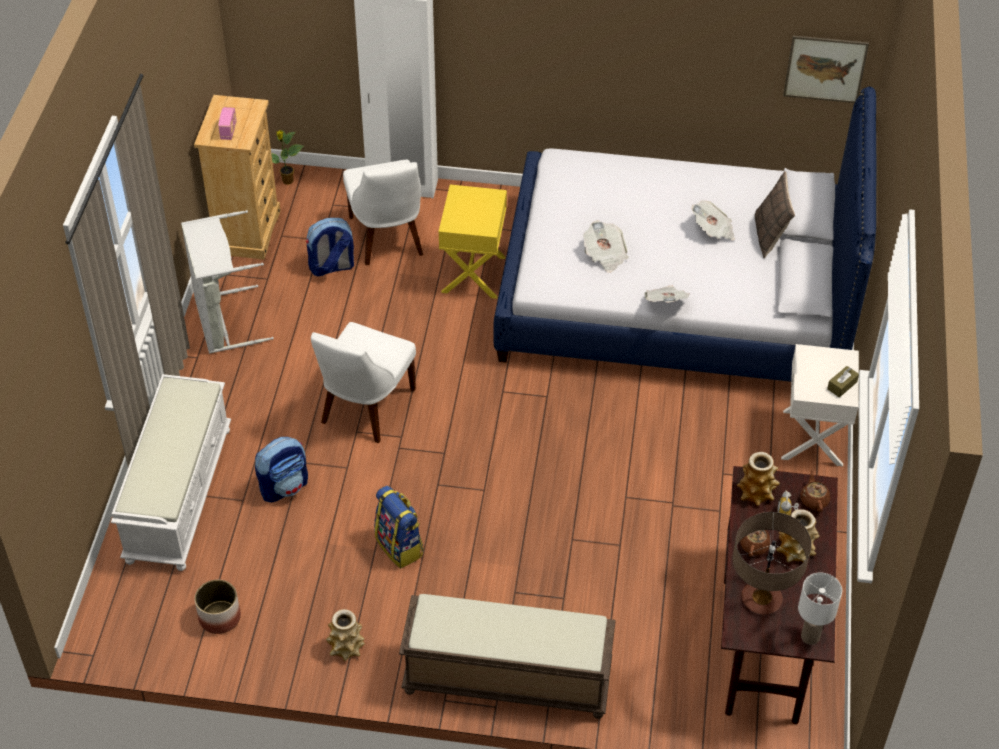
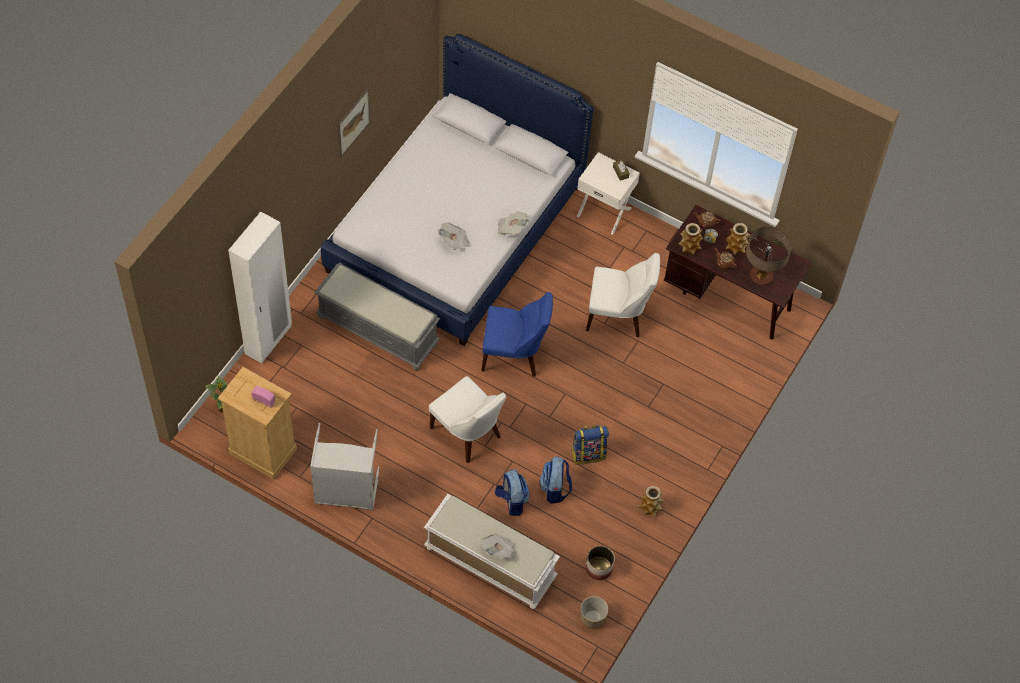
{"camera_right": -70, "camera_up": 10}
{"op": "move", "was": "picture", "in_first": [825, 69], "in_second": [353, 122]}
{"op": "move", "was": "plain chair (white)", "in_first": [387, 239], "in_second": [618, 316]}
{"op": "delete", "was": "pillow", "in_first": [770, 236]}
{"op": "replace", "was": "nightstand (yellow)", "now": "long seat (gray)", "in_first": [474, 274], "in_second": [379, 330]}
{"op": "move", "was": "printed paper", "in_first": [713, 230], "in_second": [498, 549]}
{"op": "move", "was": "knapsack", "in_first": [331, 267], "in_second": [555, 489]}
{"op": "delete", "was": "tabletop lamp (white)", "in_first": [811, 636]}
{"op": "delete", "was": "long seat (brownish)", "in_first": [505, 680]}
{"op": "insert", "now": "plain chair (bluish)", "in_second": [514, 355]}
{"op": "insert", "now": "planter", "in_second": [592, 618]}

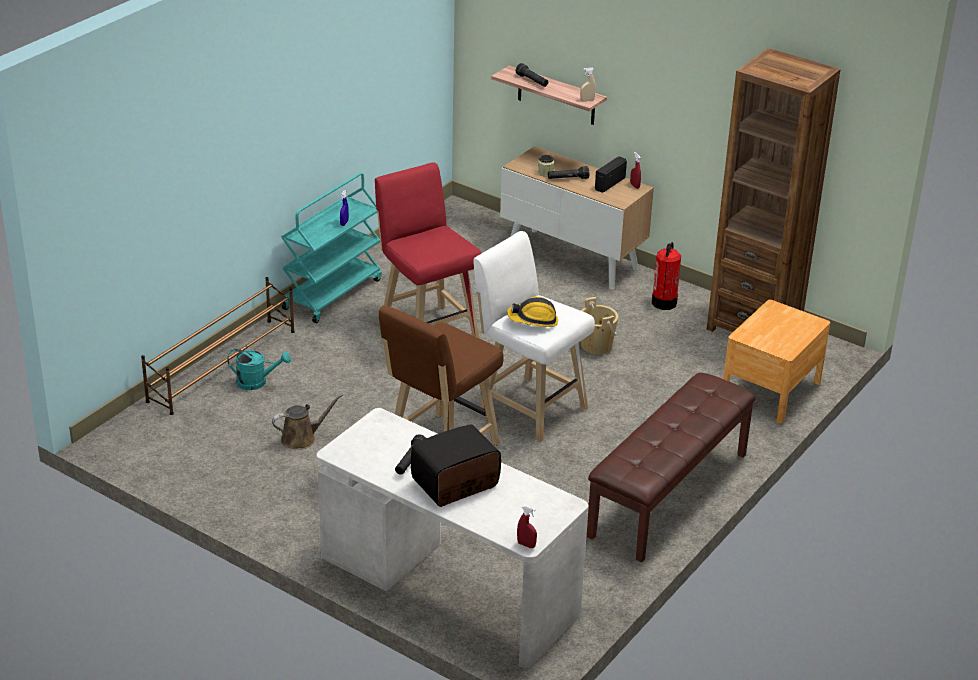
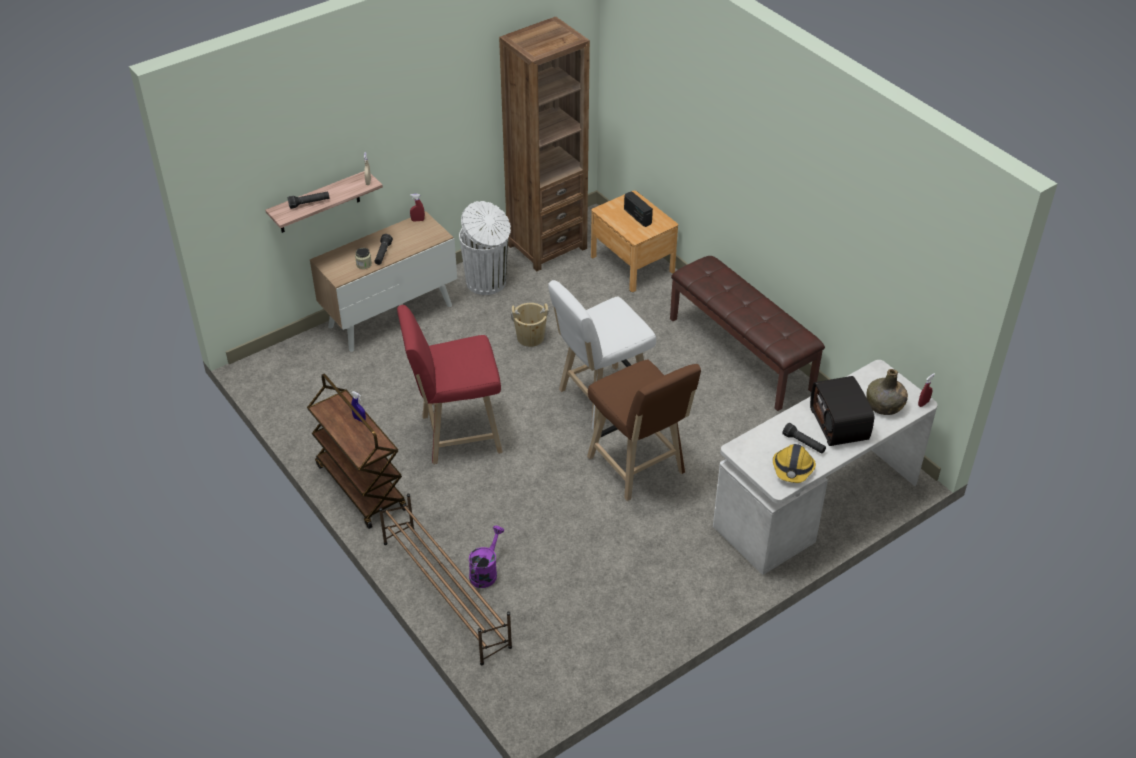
{"camera_right": -70, "camera_up": 10}
{"op": "move", "was": "radio receiver", "in_first": [609, 183], "in_second": [637, 217]}
{"op": "recolor", "was": "cart (blue-green)", "now": "cart (brownish)", "in_first": [332, 293], "in_second": [360, 486]}
{"op": "replace", "was": "fire-fighting cylinder", "now": "waste bin (white)", "in_first": [664, 303], "in_second": [487, 282]}
{"op": "move", "was": "hard hat", "in_first": [533, 320], "in_second": [793, 469]}
{"op": "recolor", "was": "sprinkling can (blue-green)", "now": "sprinkling can (purple-coloured)", "in_first": [257, 382], "in_second": [485, 572]}
{"op": "delete", "was": "sprinkling can (brownish)", "in_first": [301, 438]}
{"op": "insert", "now": "beverage bottle (green-coloured)", "in_second": [884, 405]}

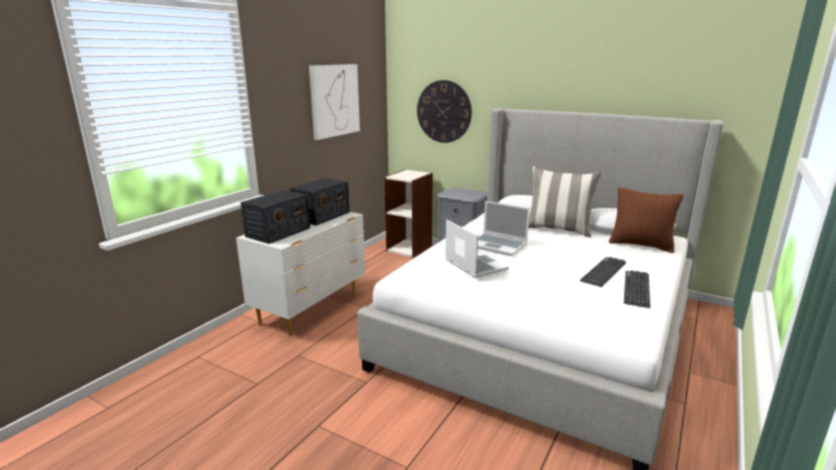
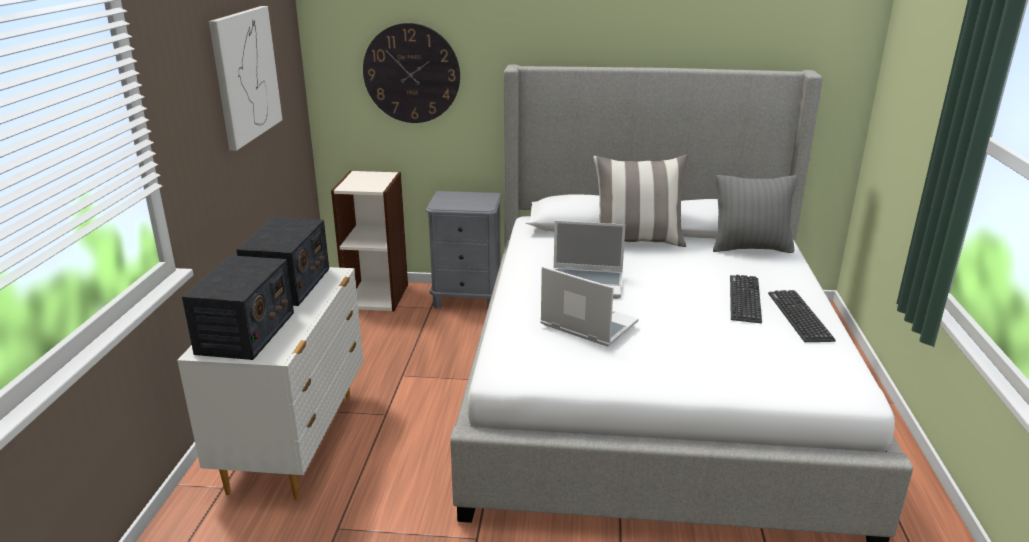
{"camera_right": -25, "camera_up": 5}
{"op": "recolor", "was": "pillow (brownish)", "now": "pillow (gray)", "in_first": [641, 245], "in_second": [750, 248]}

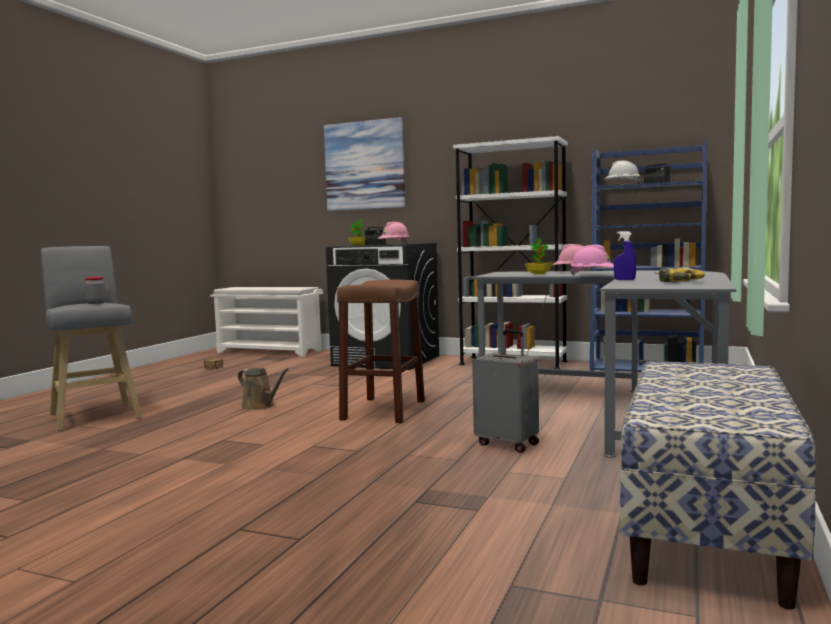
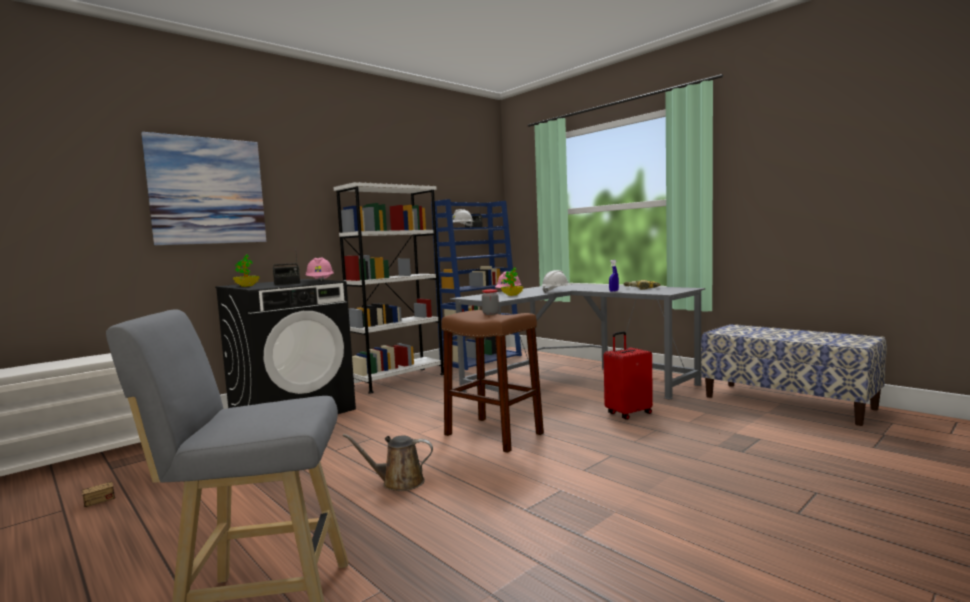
{"camera_right": -65, "camera_up": 0}
{"op": "recolor", "was": "hard hat (pink)", "now": "hard hat (white)", "in_first": [593, 275], "in_second": [556, 291]}
{"op": "move", "was": "storage jar", "in_first": [96, 303], "in_second": [490, 314]}
{"op": "recolor", "was": "piece of luggage (gray)", "now": "piece of luggage (red)", "in_first": [508, 444], "in_second": [628, 413]}
{"op": "rotate", "was": "sprinkling can (brownish)", "in_first": [260, 406], "in_second": [398, 482], "clockwise": -150}

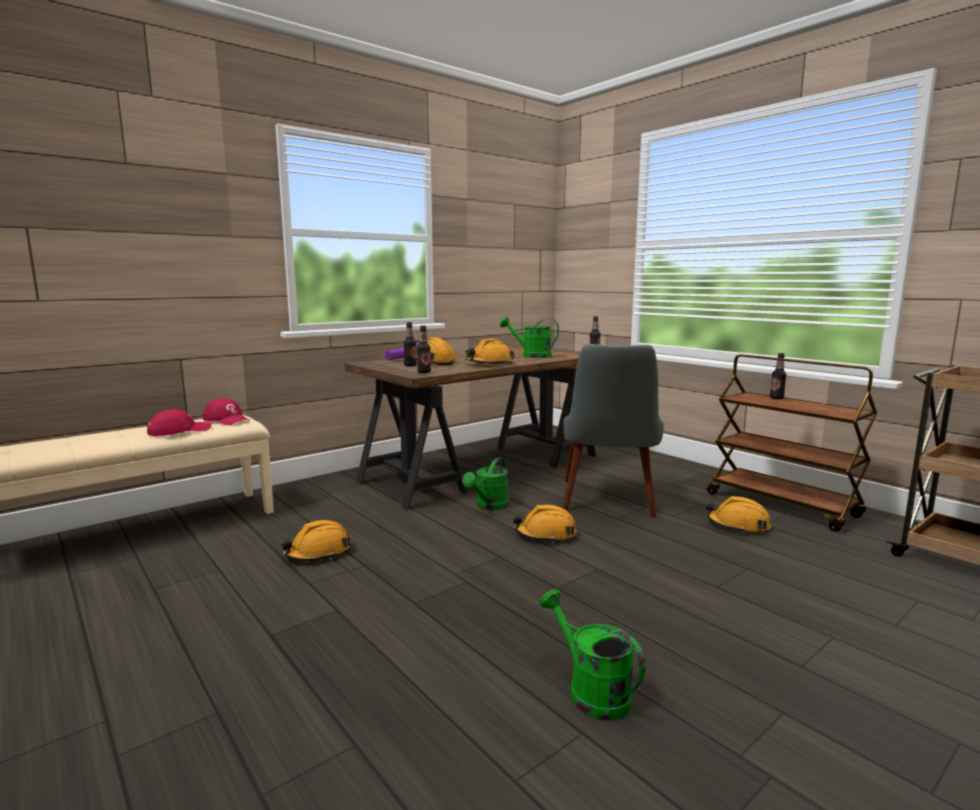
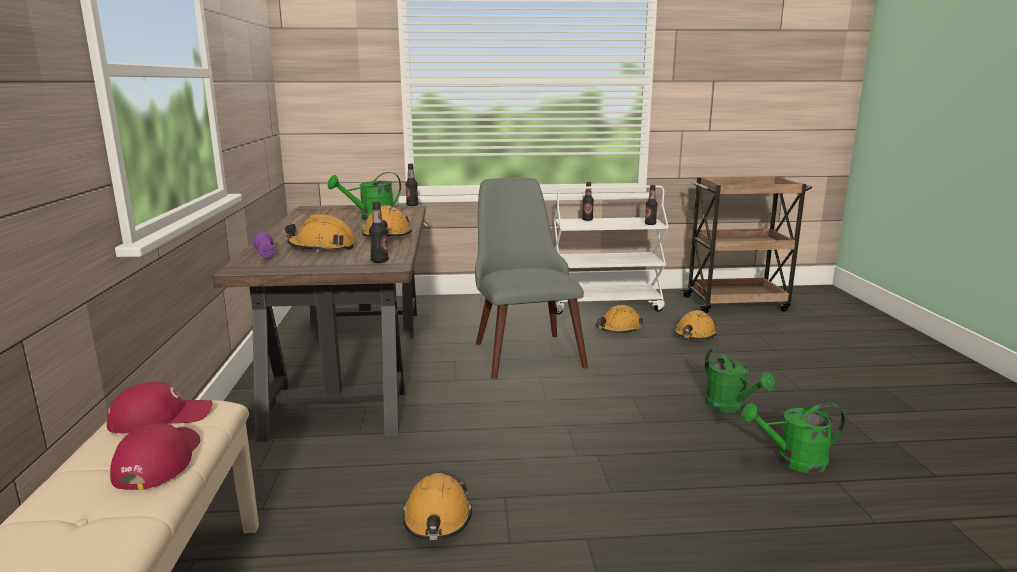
{"camera_right": -55, "camera_up": 5}
{"op": "move", "was": "beverage bottle", "in_first": [410, 365], "in_second": [650, 224]}
{"op": "rotate", "was": "plain chair (gray)", "in_first": [608, 503], "in_second": [523, 349], "clockwise": -150}
{"op": "recolor", "was": "cart (brownish)", "now": "cart (white)", "in_first": [783, 505], "in_second": [605, 305]}
{"op": "move", "was": "sprinkling can (green-coloured)", "in_first": [489, 506], "in_second": [731, 407]}
{"op": "move", "was": "hard hat (orange-coloured)", "in_first": [545, 534], "in_second": [694, 335]}

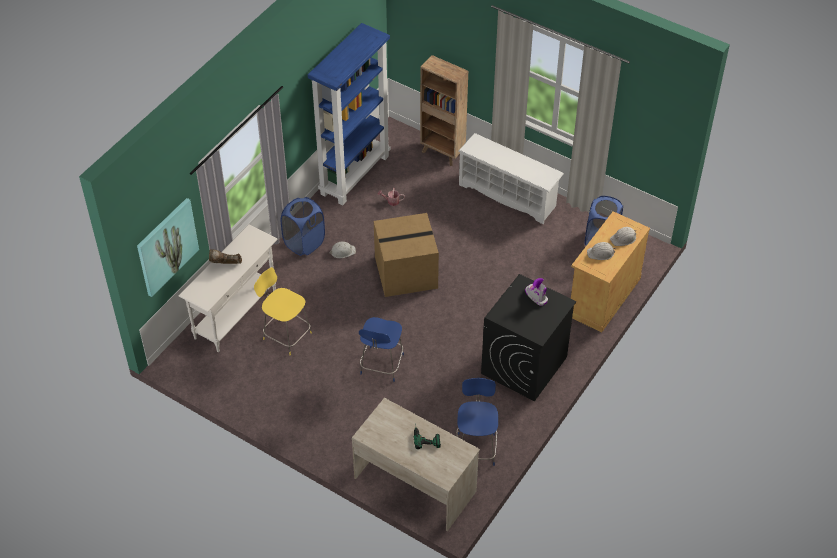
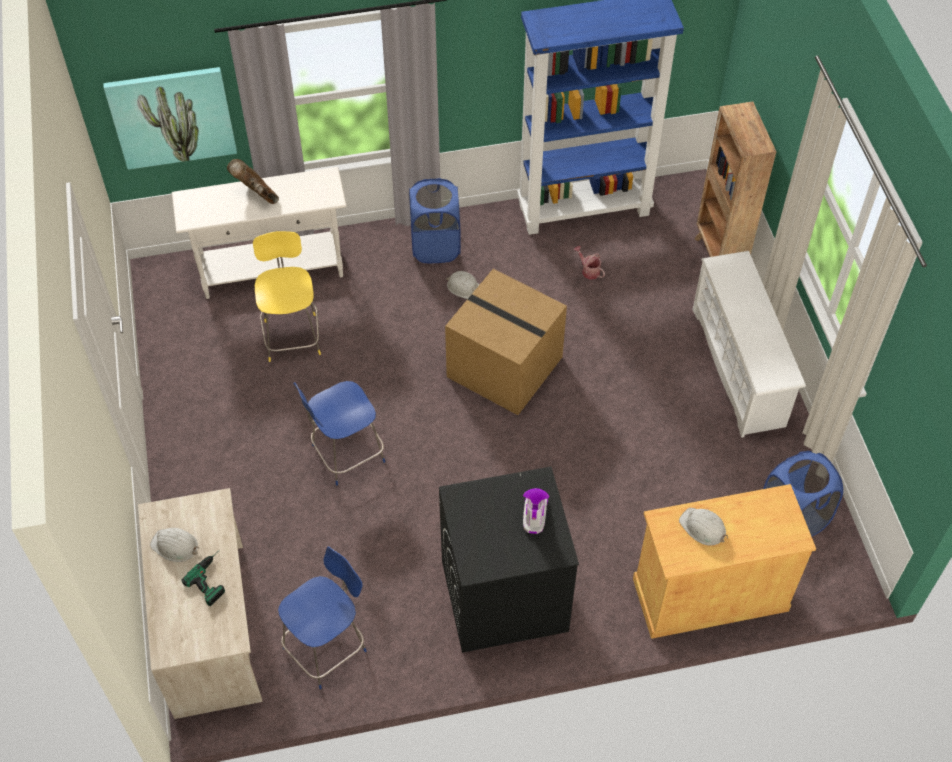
{"camera_right": 45, "camera_up": 5}
{"op": "move", "was": "hard hat (white)", "in_first": [623, 238], "in_second": [175, 546]}

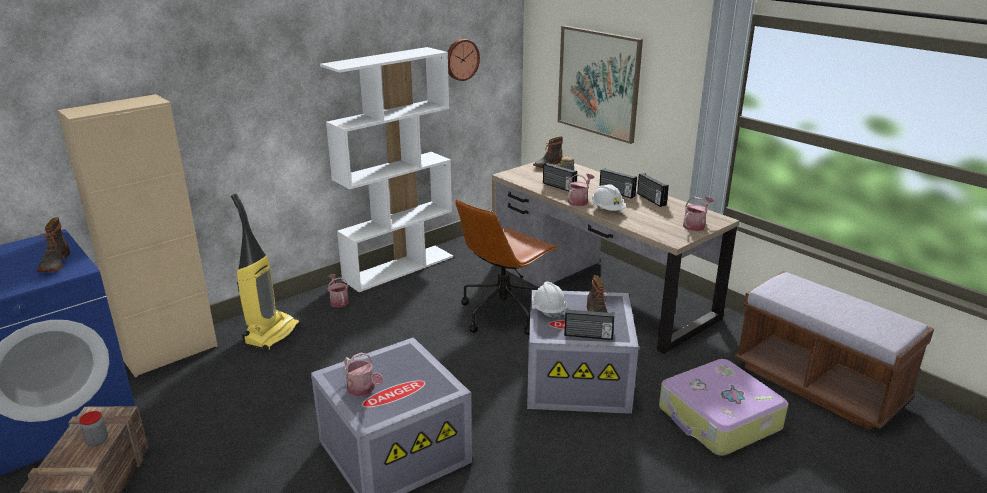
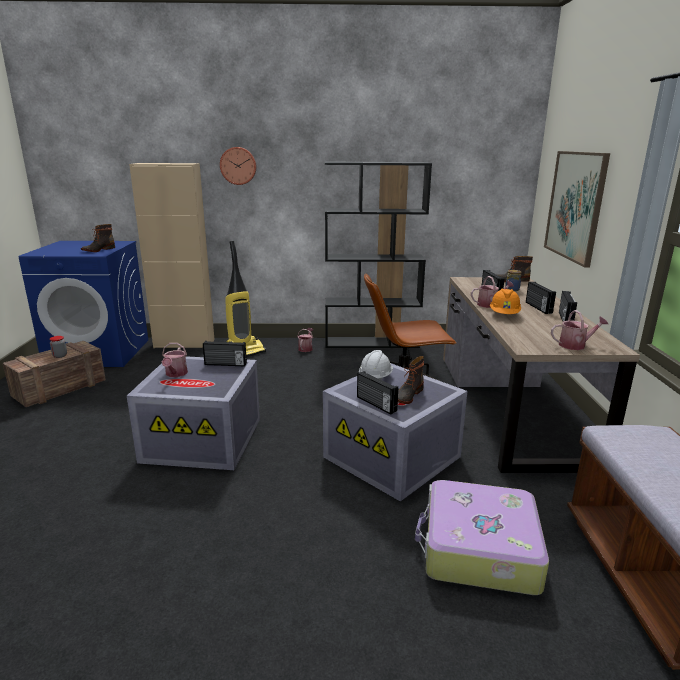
{"camera_right": 40, "camera_up": -5}
{"op": "move", "was": "wall clock", "in_first": [461, 59], "in_second": [238, 166]}
{"op": "recolor", "was": "shelving unit (white)", "now": "shelving unit (blackish)", "in_first": [399, 268], "in_second": [372, 343]}
{"op": "recolor", "was": "hard hat (white)", "now": "hard hat (orange-coloured)", "in_first": [607, 210], "in_second": [504, 315]}
{"op": "insert", "now": "radio receiver", "in_second": [225, 364]}

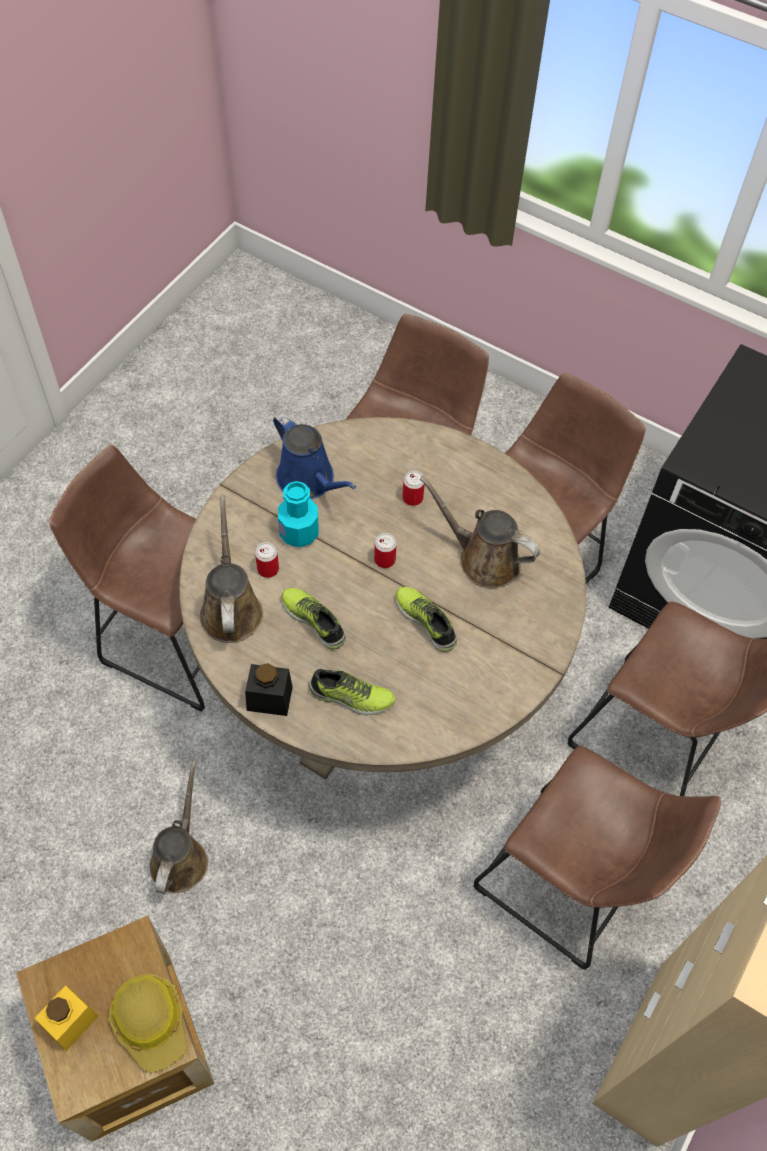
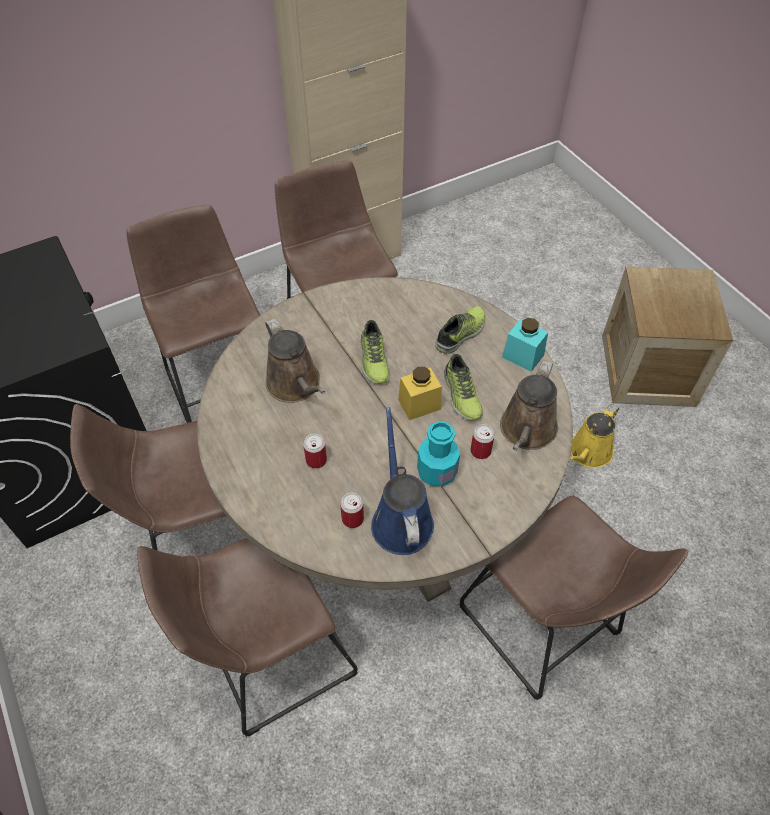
{"camera_right": -150, "camera_up": -5}
{"op": "move", "was": "sealed can", "in_first": [384, 559], "in_second": [352, 519]}
{"op": "recolor", "was": "storage jar (blackish)", "now": "storage jar (blue-green)", "in_first": [269, 698], "in_second": [523, 356]}
{"op": "rotate", "was": "item of footwear", "in_first": [351, 697], "in_second": [461, 334], "clockwise": 90}
{"op": "recolor", "was": "sprinkling can (brownish)", "now": "sprinkling can (yellow)", "in_first": [181, 857], "in_second": [588, 453]}
{"op": "delete", "was": "hard hat", "in_first": [151, 1021]}
{"op": "move", "was": "storage jar (yellow)", "in_first": [70, 1021], "in_second": [419, 404]}

